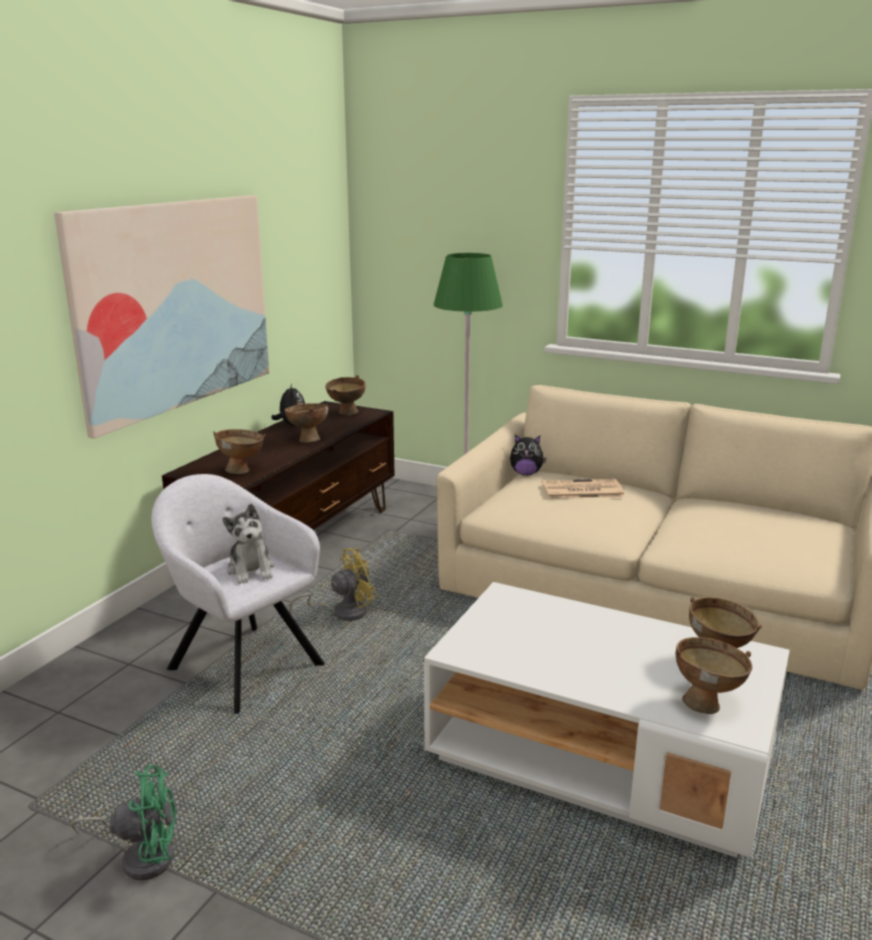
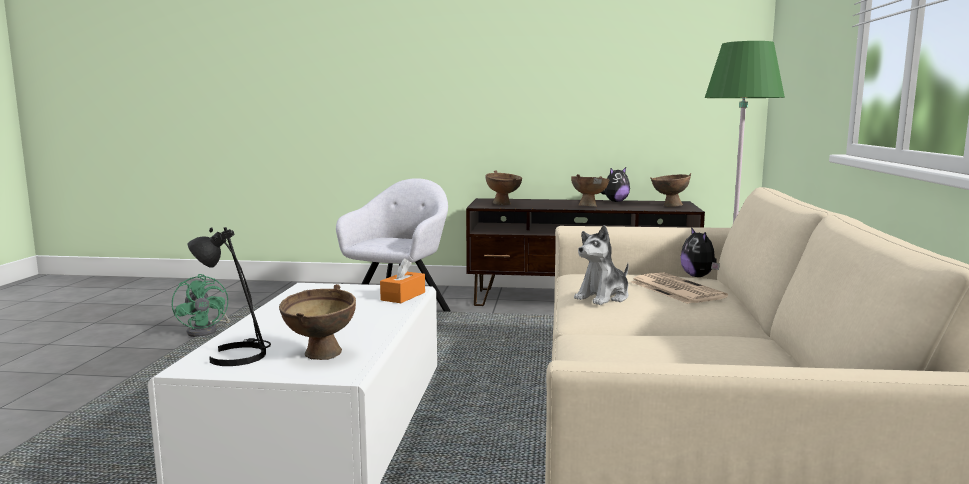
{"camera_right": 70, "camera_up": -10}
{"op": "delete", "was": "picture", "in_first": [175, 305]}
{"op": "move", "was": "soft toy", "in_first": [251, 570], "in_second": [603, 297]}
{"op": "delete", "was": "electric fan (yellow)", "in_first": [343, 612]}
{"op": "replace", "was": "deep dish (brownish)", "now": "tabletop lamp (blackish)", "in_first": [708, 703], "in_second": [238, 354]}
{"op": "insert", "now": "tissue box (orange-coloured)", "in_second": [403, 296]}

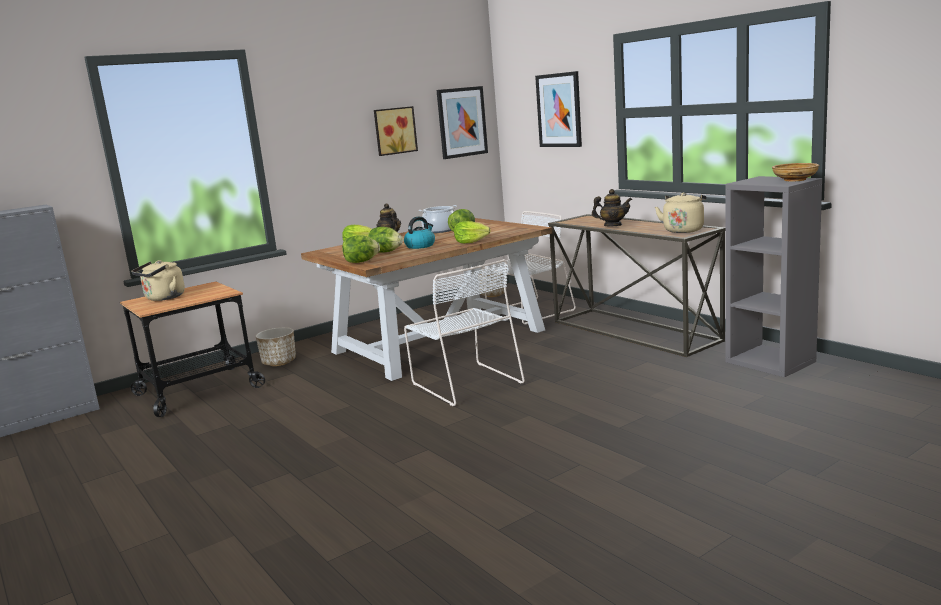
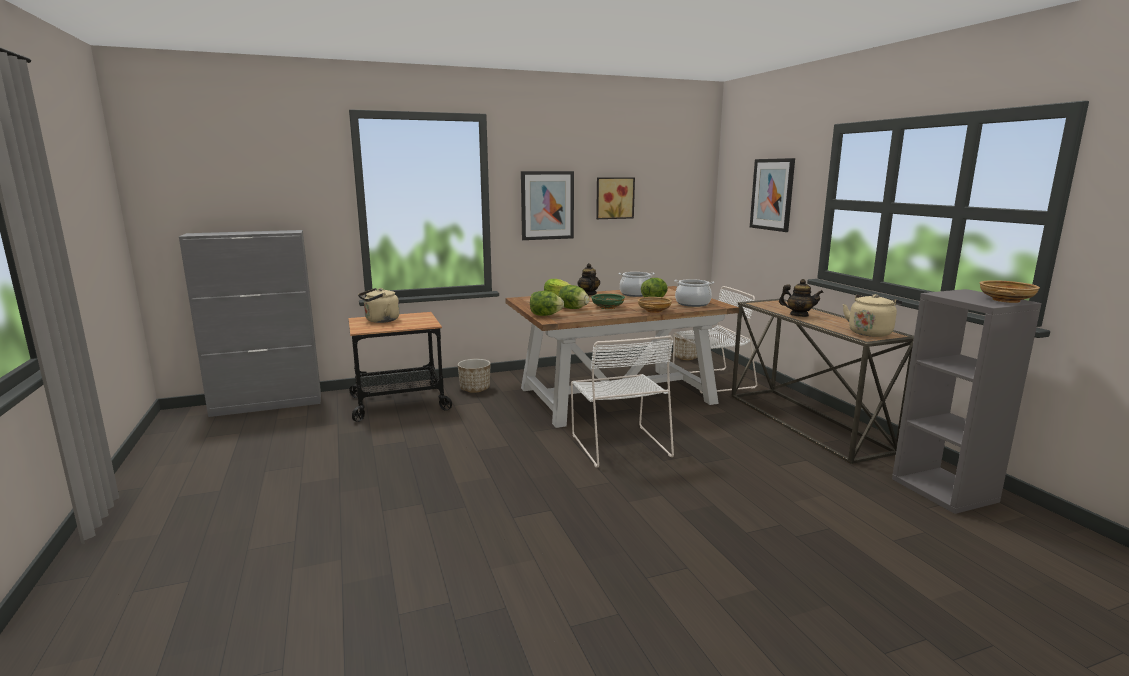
{"camera_right": 15, "camera_up": 0}
{"op": "move", "was": "picture", "in_first": [462, 122], "in_second": [547, 205]}
{"op": "replace", "was": "tea kettle", "now": "deep dish (green-coloured)", "in_first": [420, 246], "in_second": [607, 307]}
{"op": "replace", "was": "lettuce head", "now": "deep dish (beige)", "in_first": [471, 242], "in_second": [654, 311]}
{"op": "insert", "now": "cooking pot", "in_second": [692, 303]}

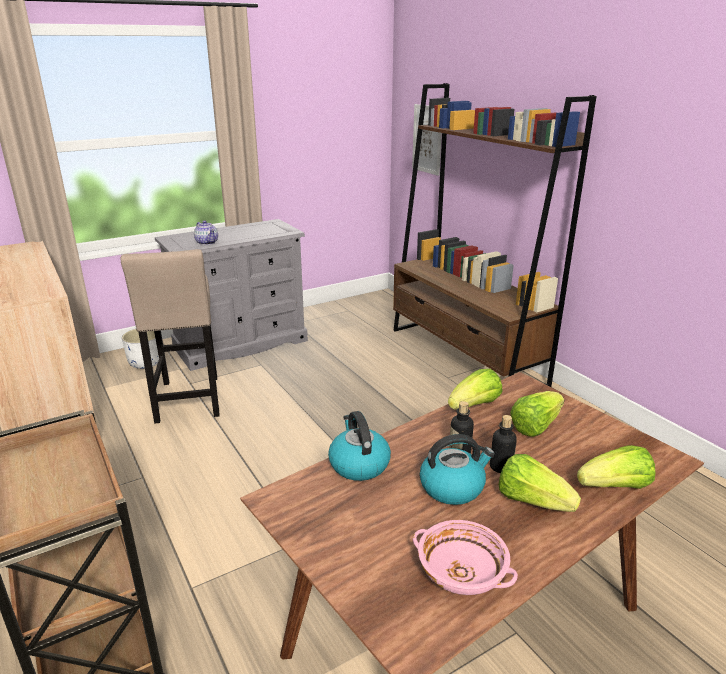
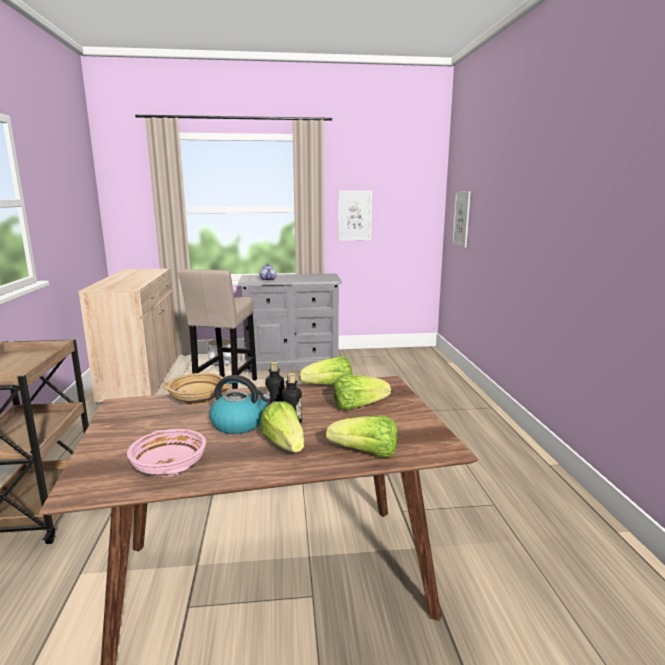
{"camera_right": 25, "camera_up": -10}
{"op": "delete", "was": "shelving unit (brownish)", "in_first": [465, 356]}
{"op": "replace", "was": "tea kettle", "now": "deep dish (beige)", "in_first": [358, 464], "in_second": [197, 399]}
{"op": "insert", "now": "picture", "in_second": [354, 215]}

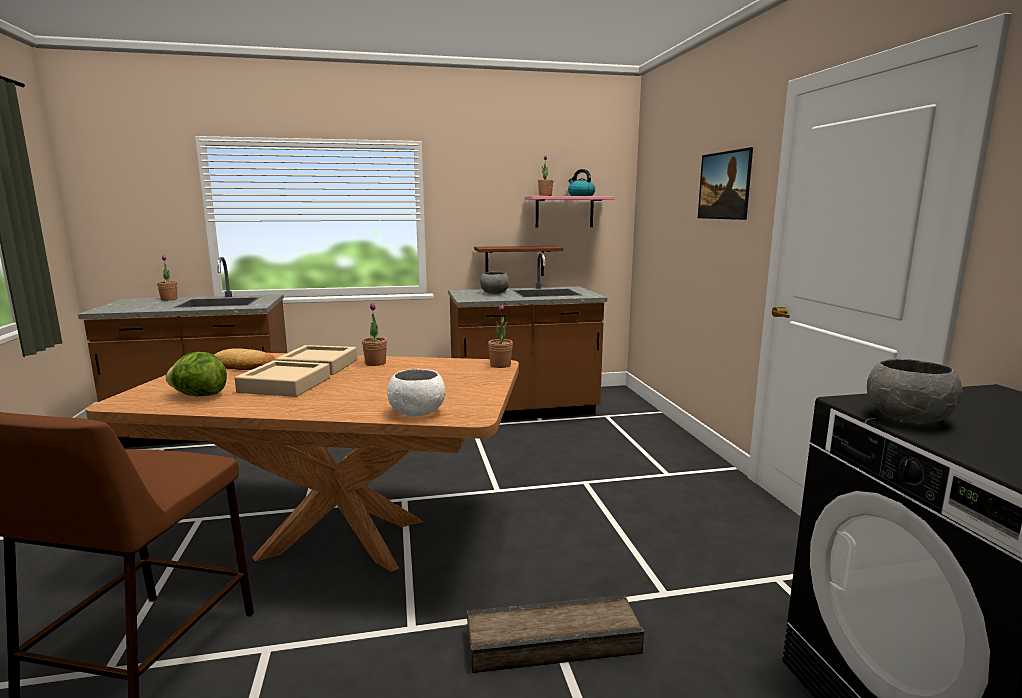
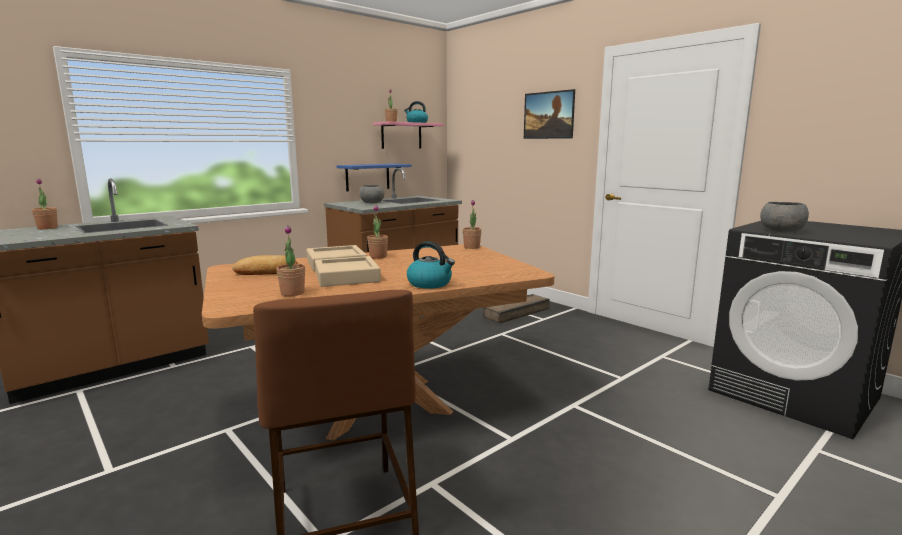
{"camera_right": -30, "camera_up": 0}
{"op": "recolor", "was": "shelf (brownish)", "now": "shelf (bluish)", "in_first": [514, 261], "in_second": [367, 177]}
{"op": "replace", "was": "lettuce head", "now": "houseplant", "in_first": [199, 395], "in_second": [292, 293]}
{"op": "delete", "was": "deep dish (white)", "in_first": [417, 413]}
{"op": "move", "was": "crate", "in_first": [554, 644], "in_second": [517, 313]}
{"op": "insert", "now": "tea kettle", "in_second": [430, 284]}

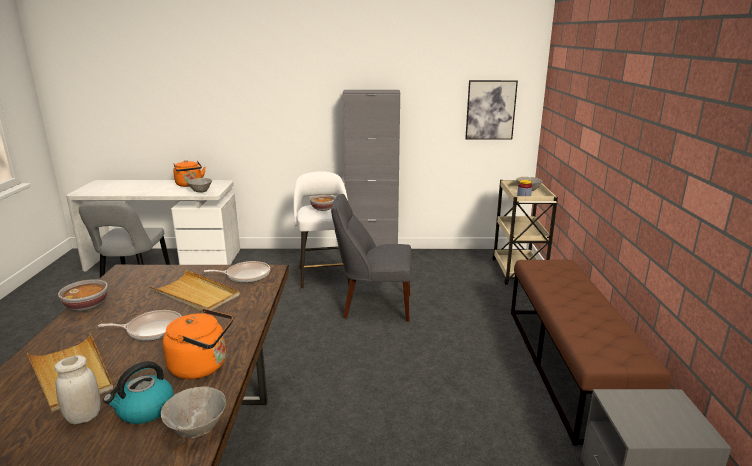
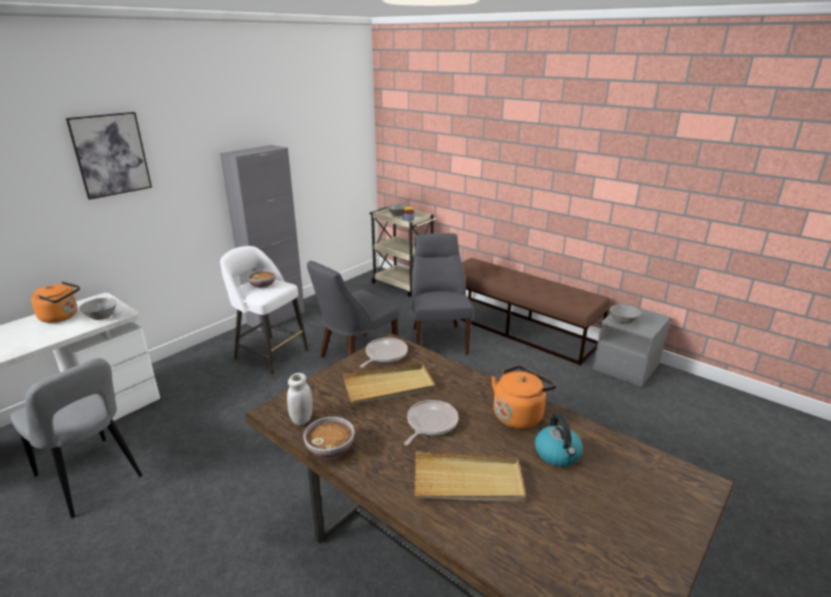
{"camera_right": -50, "camera_up": 5}
{"op": "move", "was": "picture", "in_first": [490, 110], "in_second": [111, 155]}
{"op": "move", "was": "storage jar (white)", "in_first": [84, 417], "in_second": [302, 419]}
{"op": "move", "was": "deep dish (gray)", "in_first": [196, 429], "in_second": [623, 321]}
{"op": "insert", "now": "plain chair (gray)", "in_second": [438, 339]}

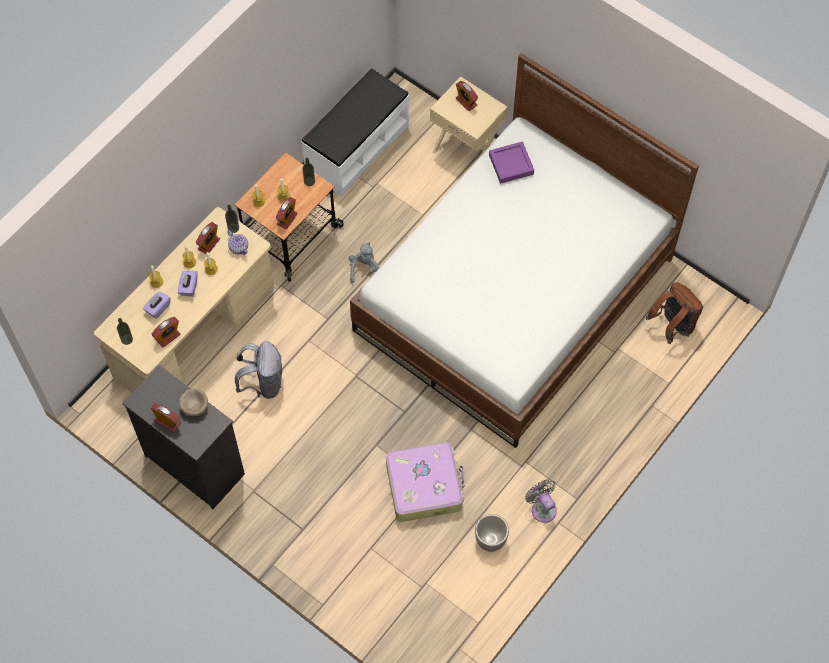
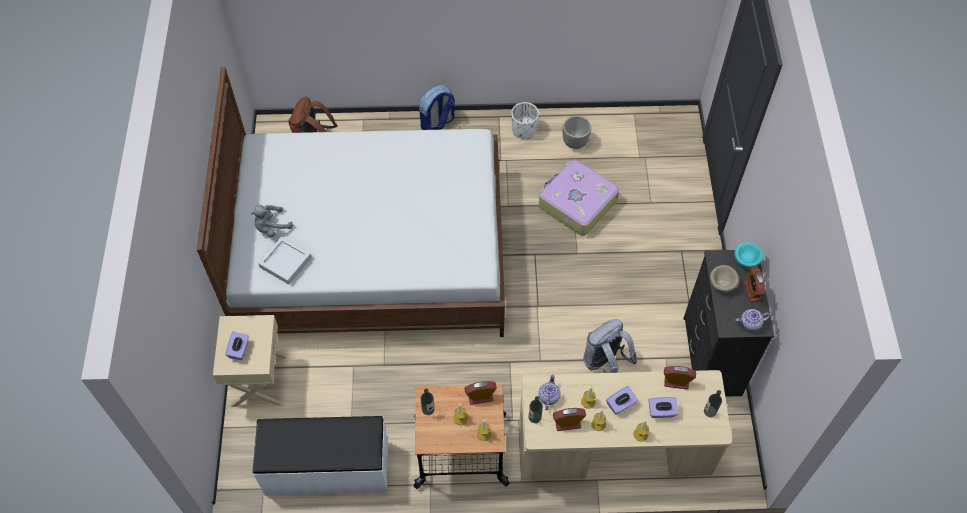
{"camera_right": -130, "camera_up": -5}
{"op": "replace", "was": "table clock", "now": "tissue box (purple-coloured)", "in_first": [466, 102], "in_second": [239, 350]}
{"op": "recolor", "was": "carrying tray (purple-coloured)", "now": "carrying tray (gray)", "in_first": [511, 164], "in_second": [285, 262]}
{"op": "move", "was": "soft toy (gray)", "in_first": [364, 269], "in_second": [271, 227]}
{"op": "replace", "was": "electric fan (gray)", "now": "planter (white)", "in_first": [542, 508], "in_second": [524, 130]}
{"op": "insert", "now": "knapsack", "in_second": [437, 123]}
{"op": "insert", "now": "deep dish (blue-green)", "in_second": [746, 260]}
{"op": "insert", "now": "pot for tea", "in_second": [750, 324]}

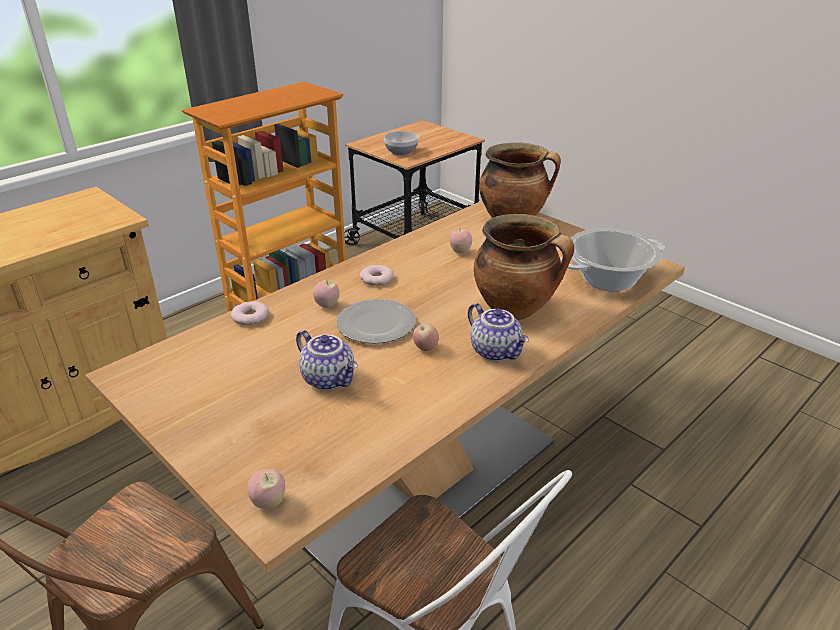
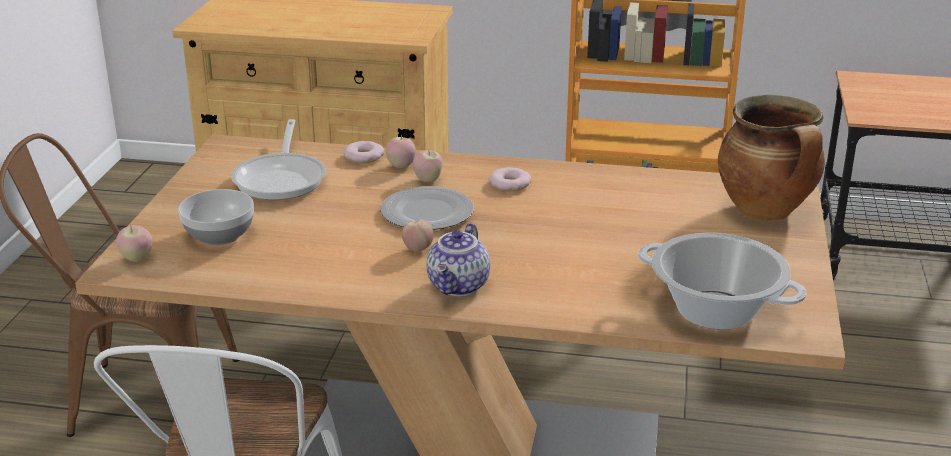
{"camera_right": 55, "camera_up": -5}
{"op": "move", "was": "deep dish", "in_first": [400, 152], "in_second": [218, 235]}
{"op": "delete", "was": "cooking pot", "in_first": [516, 310]}
{"op": "move", "was": "apple", "in_first": [460, 251], "in_second": [401, 166]}
{"op": "delete", "was": "pot for tea", "in_first": [329, 379]}
{"op": "insert", "now": "skillet", "in_second": [282, 178]}

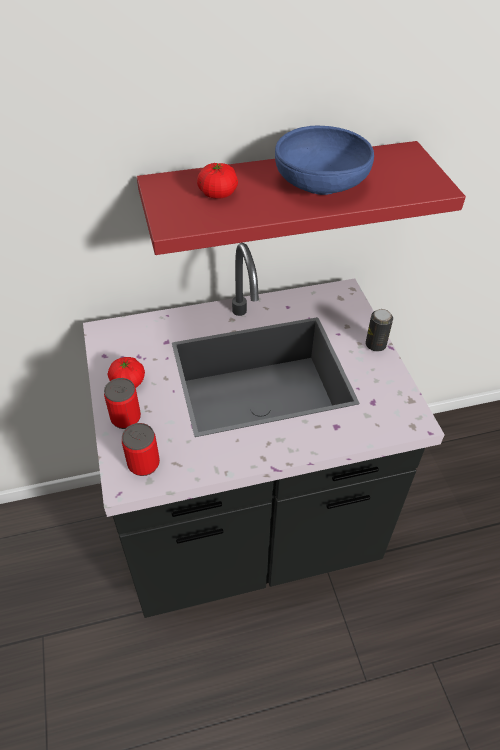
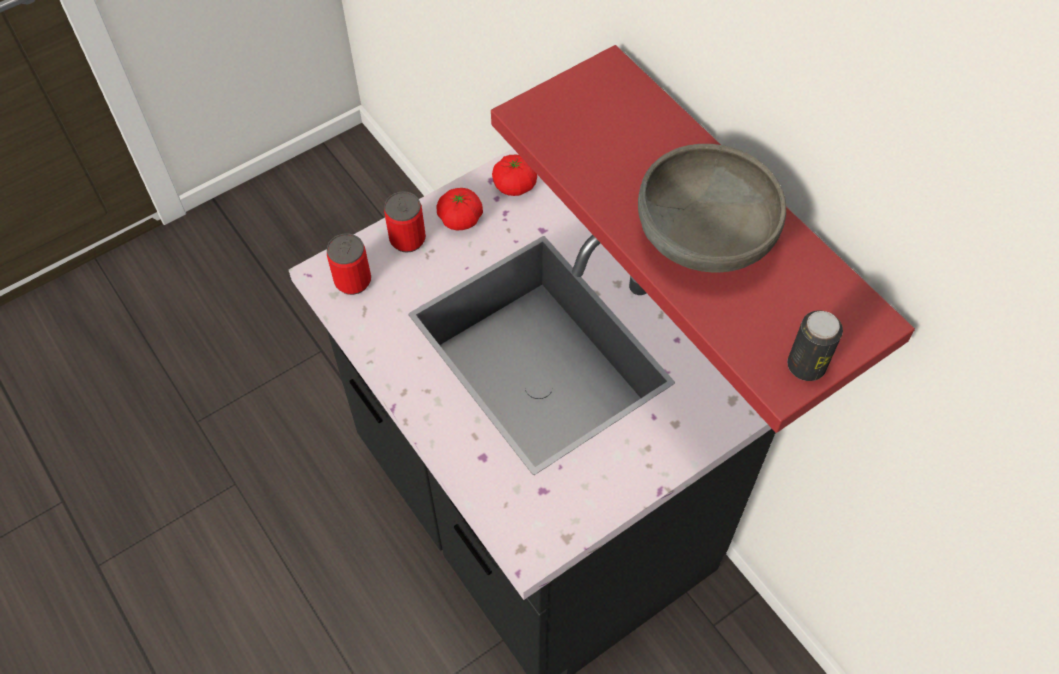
{"camera_right": 70, "camera_up": 10}
{"op": "recolor", "was": "deep dish (bluish)", "now": "deep dish (gray)", "in_first": [320, 184], "in_second": [704, 235]}
{"op": "move", "was": "fresh tomato", "in_first": [218, 194], "in_second": [514, 185]}
{"op": "move", "was": "sealed can", "in_first": [375, 345], "in_second": [806, 365]}

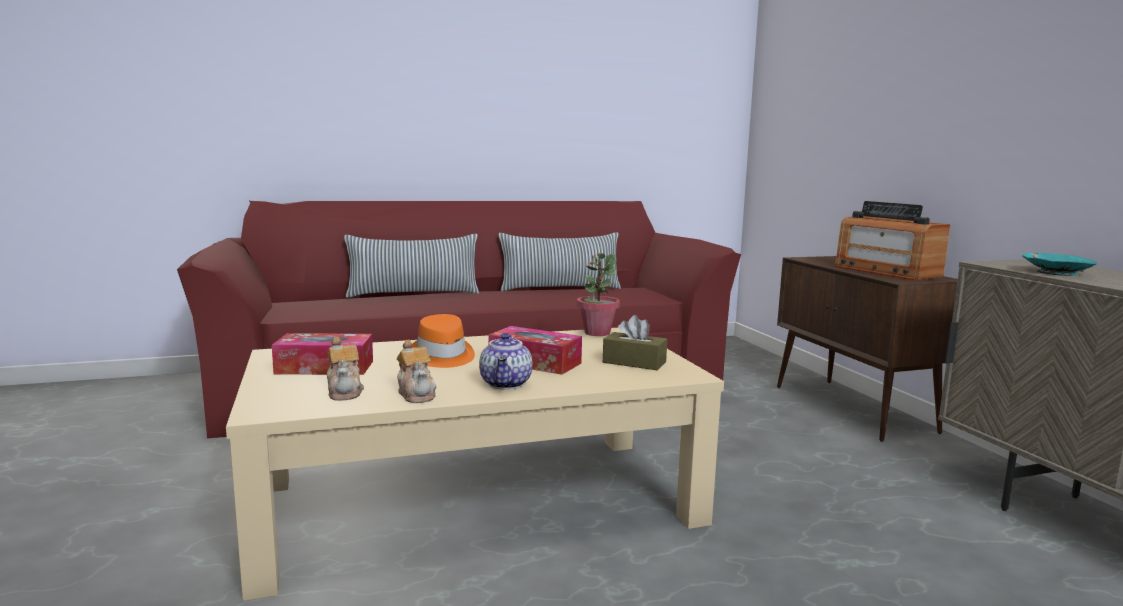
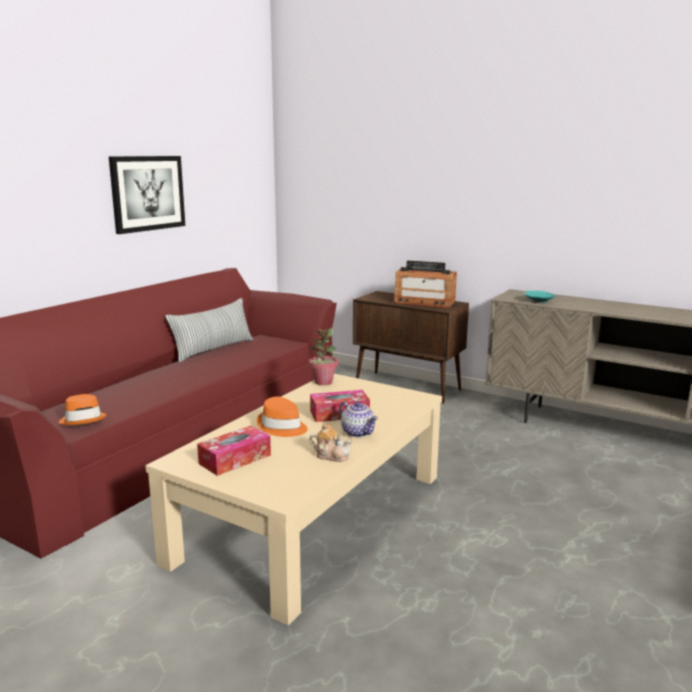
{"camera_right": -40, "camera_up": 5}
{"op": "delete", "was": "pillow", "in_first": [413, 294]}
{"op": "delete", "was": "tissue box (brownish)", "in_first": [634, 362]}
{"op": "delete", "was": "pot for tea", "in_first": [345, 391]}
{"op": "insert", "now": "picture", "in_second": [147, 193]}
{"op": "insert", "now": "clothing hat (orange-coloured)", "in_second": [83, 419]}

